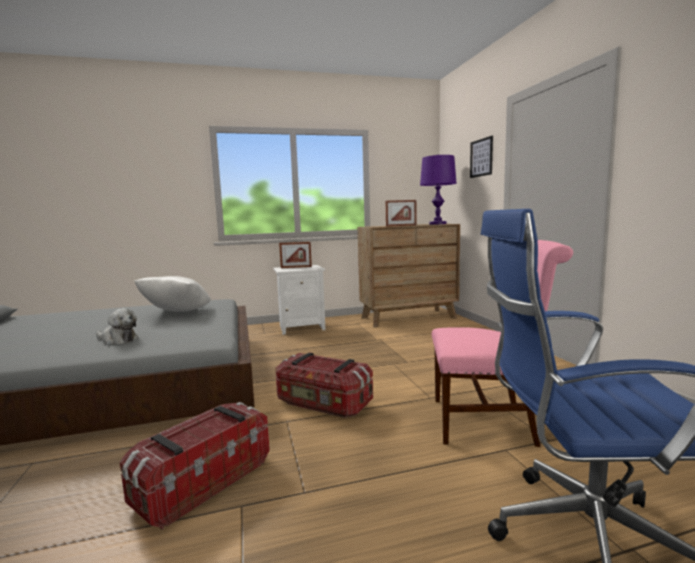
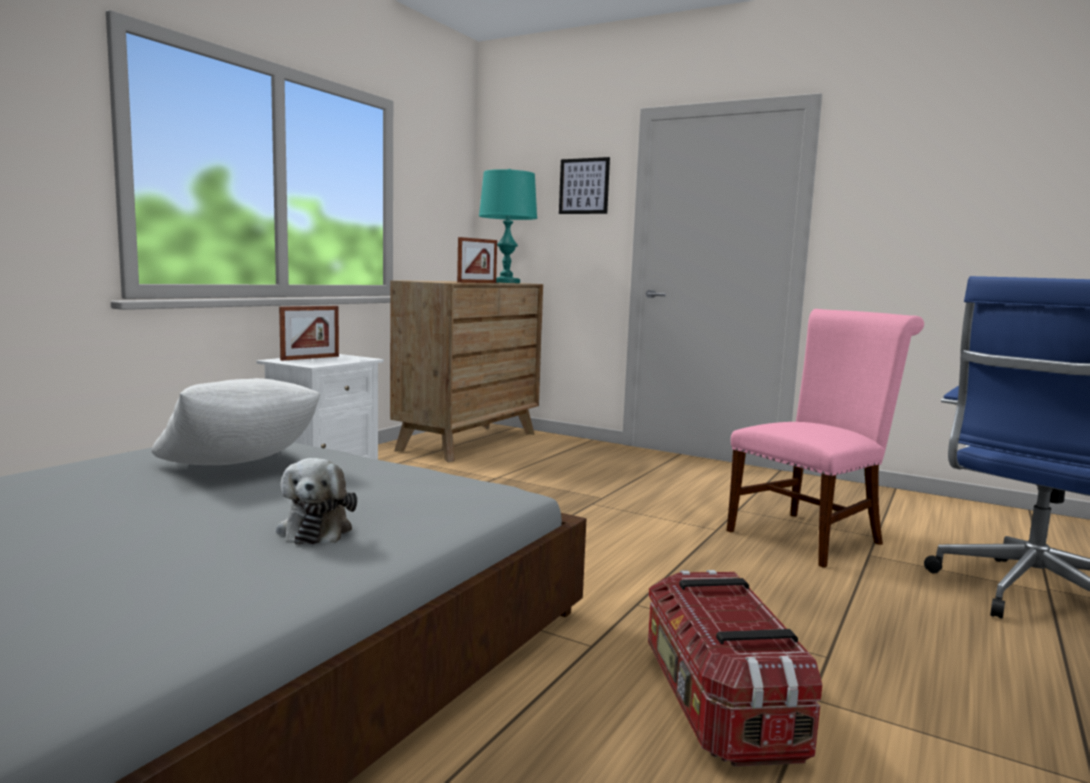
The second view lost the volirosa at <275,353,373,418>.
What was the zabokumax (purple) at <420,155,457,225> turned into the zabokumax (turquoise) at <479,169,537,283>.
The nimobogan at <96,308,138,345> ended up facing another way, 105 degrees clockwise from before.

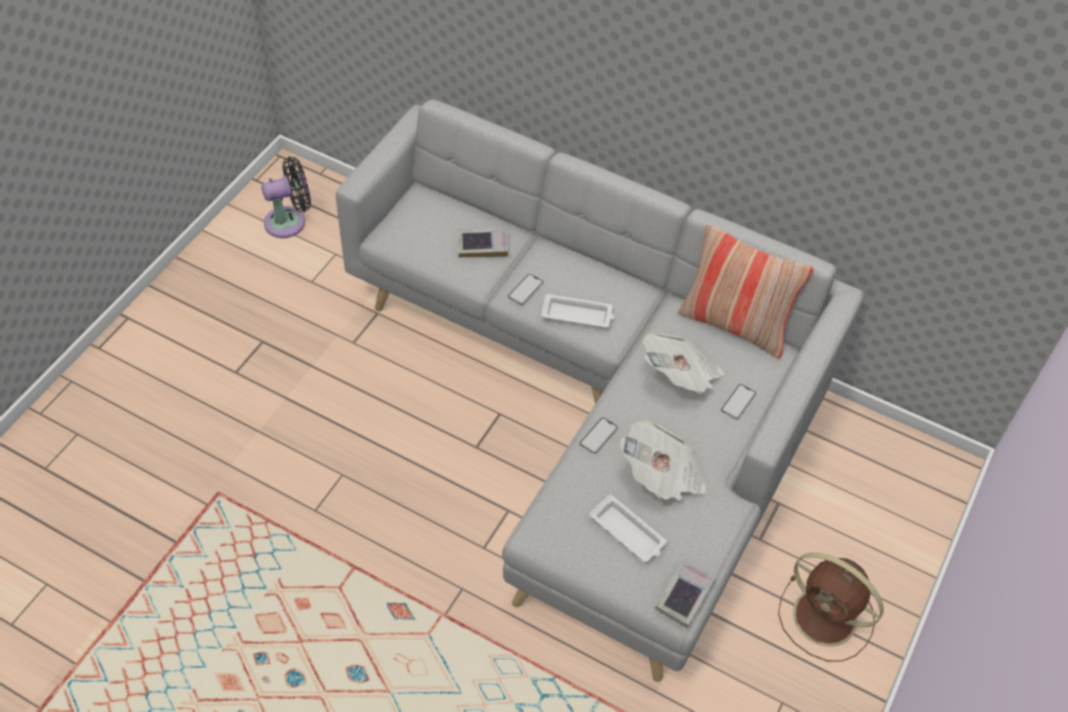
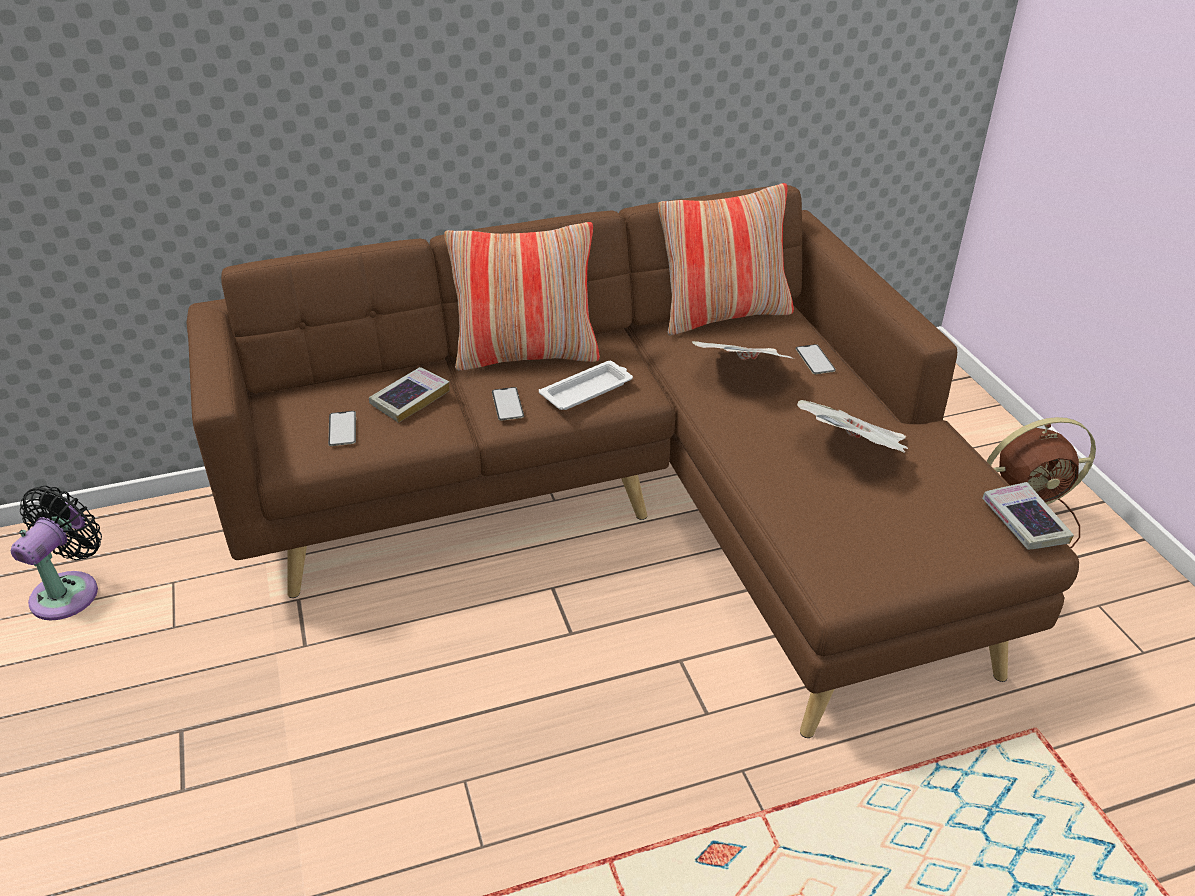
The second view lost the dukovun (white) at <589,494,666,562>.
The second view gained the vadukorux at <444,222,600,371>.
The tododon ended up elsewhere, having gone from <580,417,618,454> to <328,411,356,446>.
What was the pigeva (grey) at <336,99,863,682> turned into the pigeva (brown) at <187,185,1079,738>.

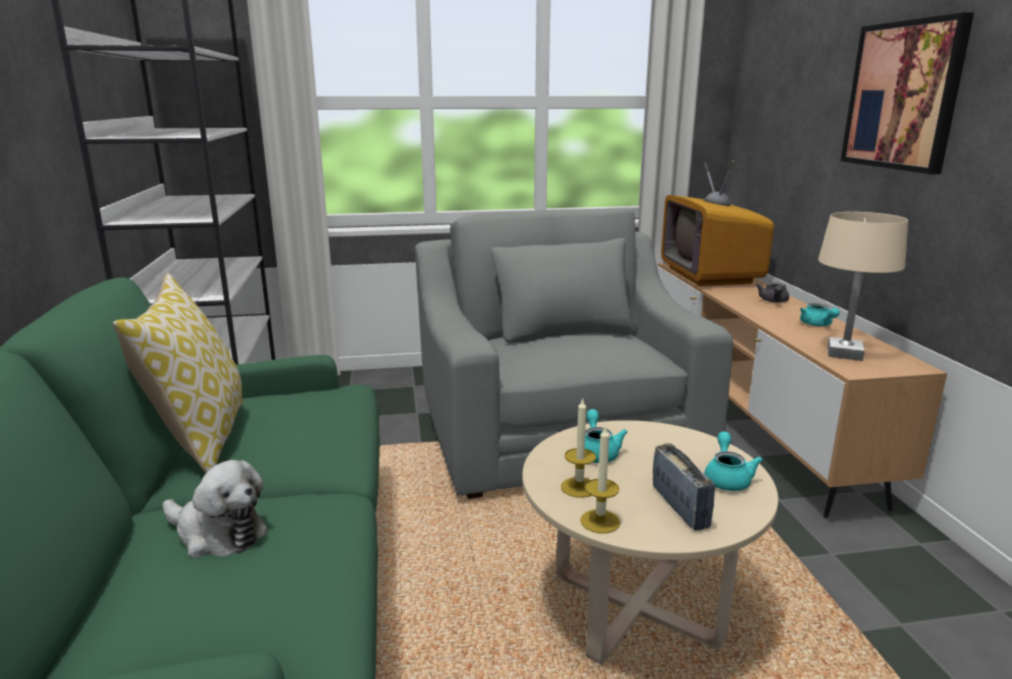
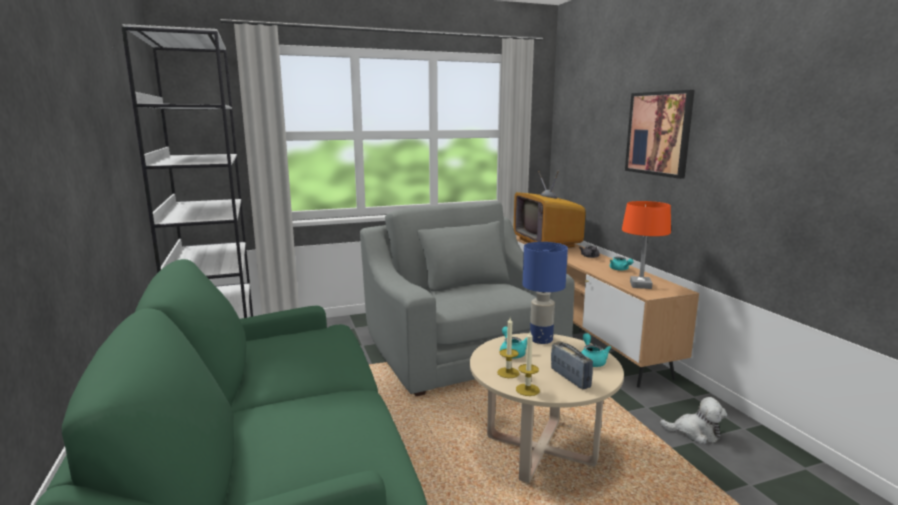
The second view lost the vadukorux at <113,273,243,473>.
The second view gained the zabokumax (blue) at <522,242,568,344>.
The nimobogan ended up elsewhere, having gone from <163,460,268,558> to <660,397,727,444>.
What was the zabokumax (beige) at <818,212,908,361> turned into the zabokumax (orange) at <622,201,671,289>.

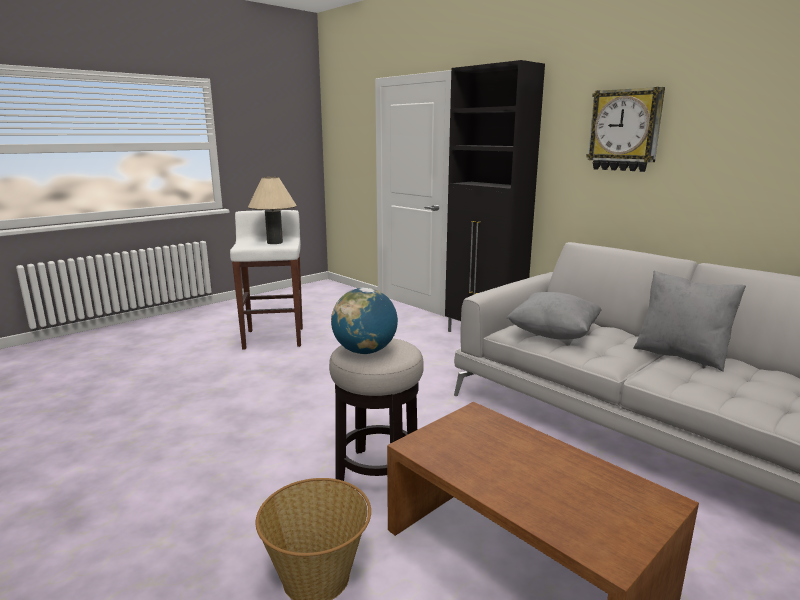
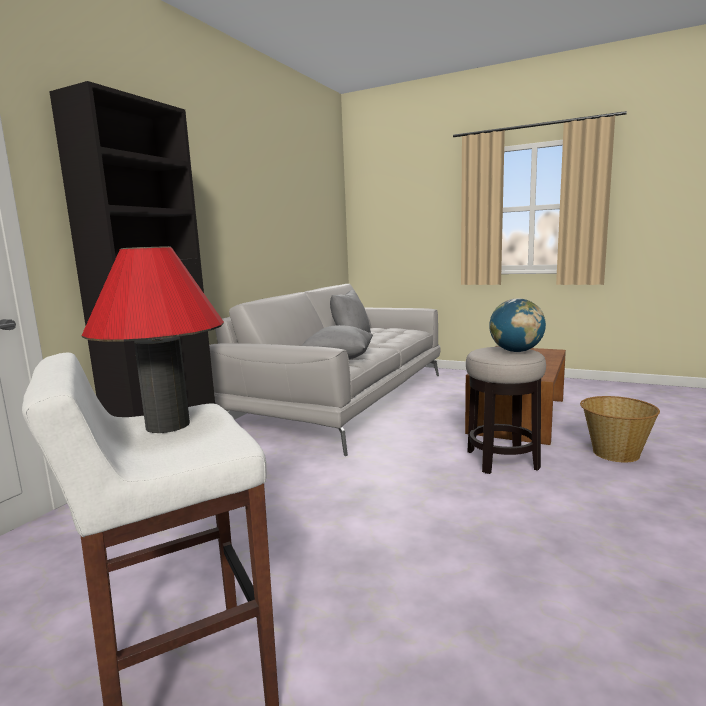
The second view lost the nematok at <586,87,665,172>.
What was the zabokumax (beige) at <248,177,297,244> turned into the zabokumax (red) at <82,246,224,433>.

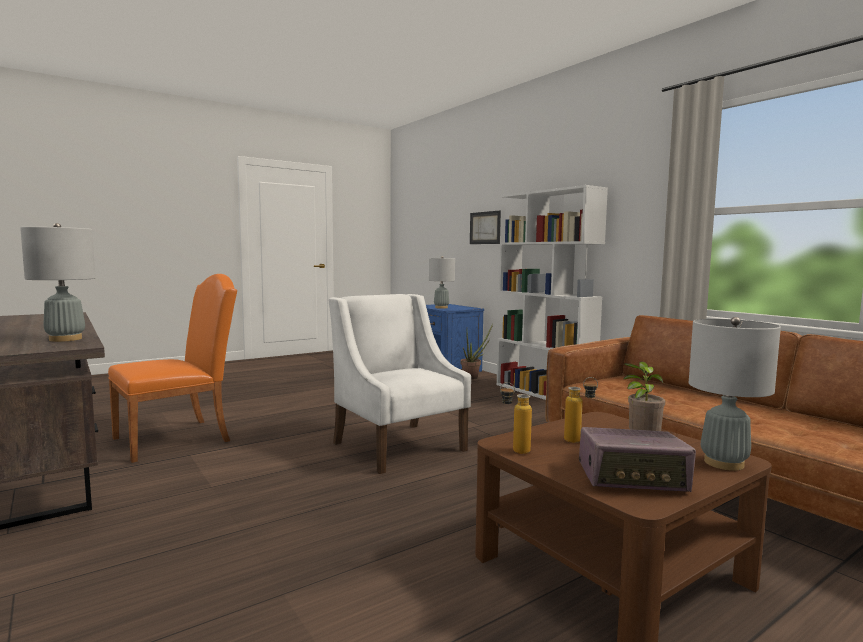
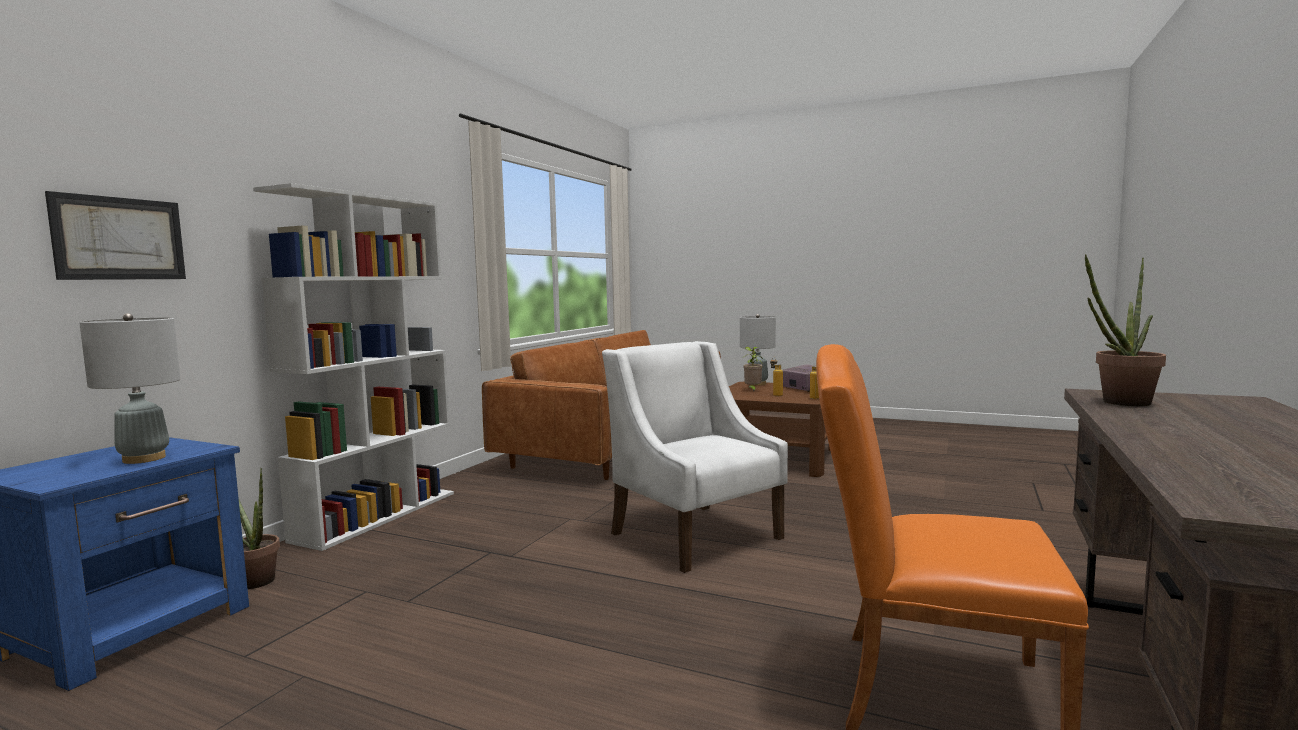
Where the zabokumax (grey) stood at <20,223,95,342>, the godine came to stand at <1085,254,1166,406>.
The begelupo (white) at <328,294,471,474> ended up facing another way, 120 degrees clockwise from before.

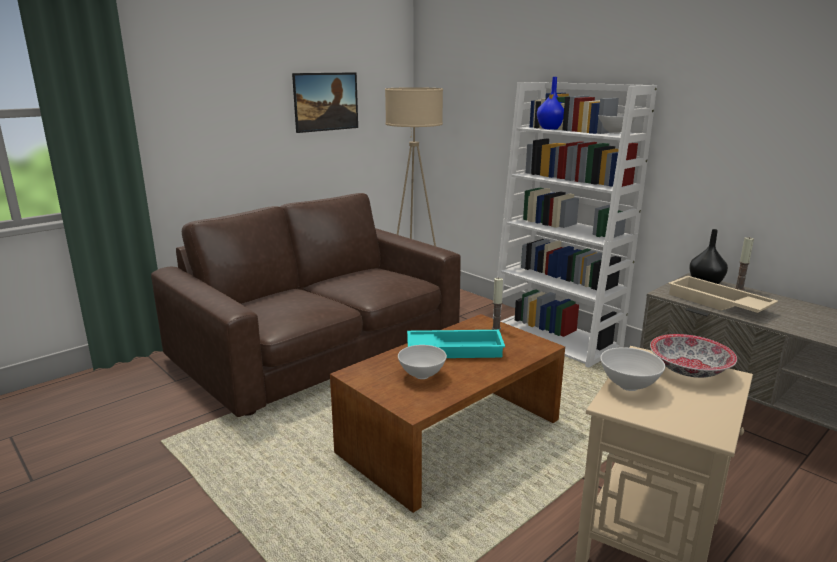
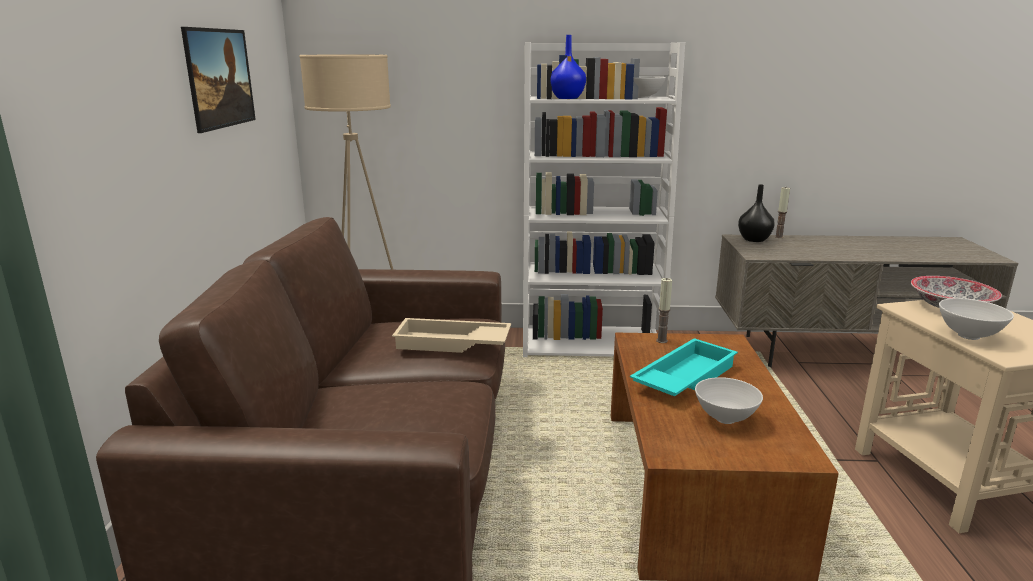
The dukovun (beige) ended up elsewhere, having gone from <668,276,778,313> to <392,318,511,353>.

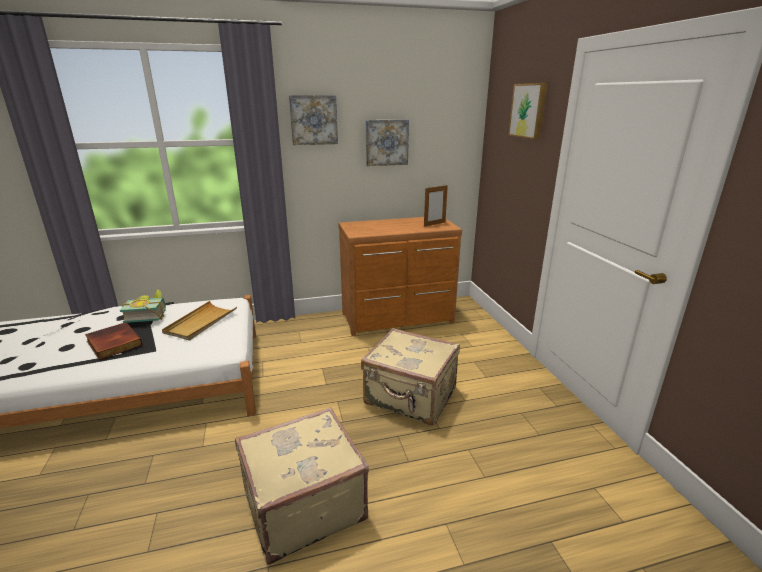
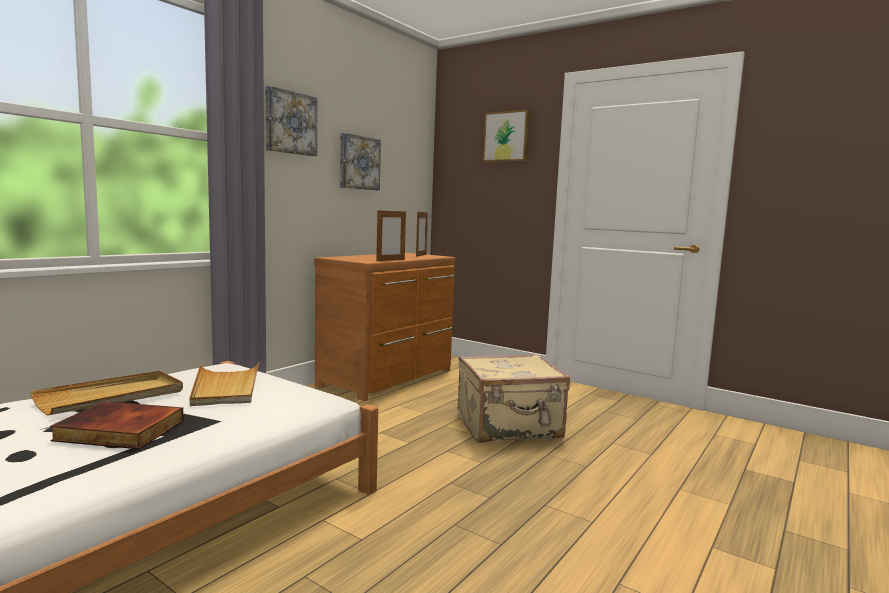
The second view lost the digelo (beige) at <235,407,369,565>.
The second view gained the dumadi at <376,210,406,261>.
Where the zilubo stood at <120,289,166,323>, the dukovun (beige) came to stand at <31,371,183,416>.

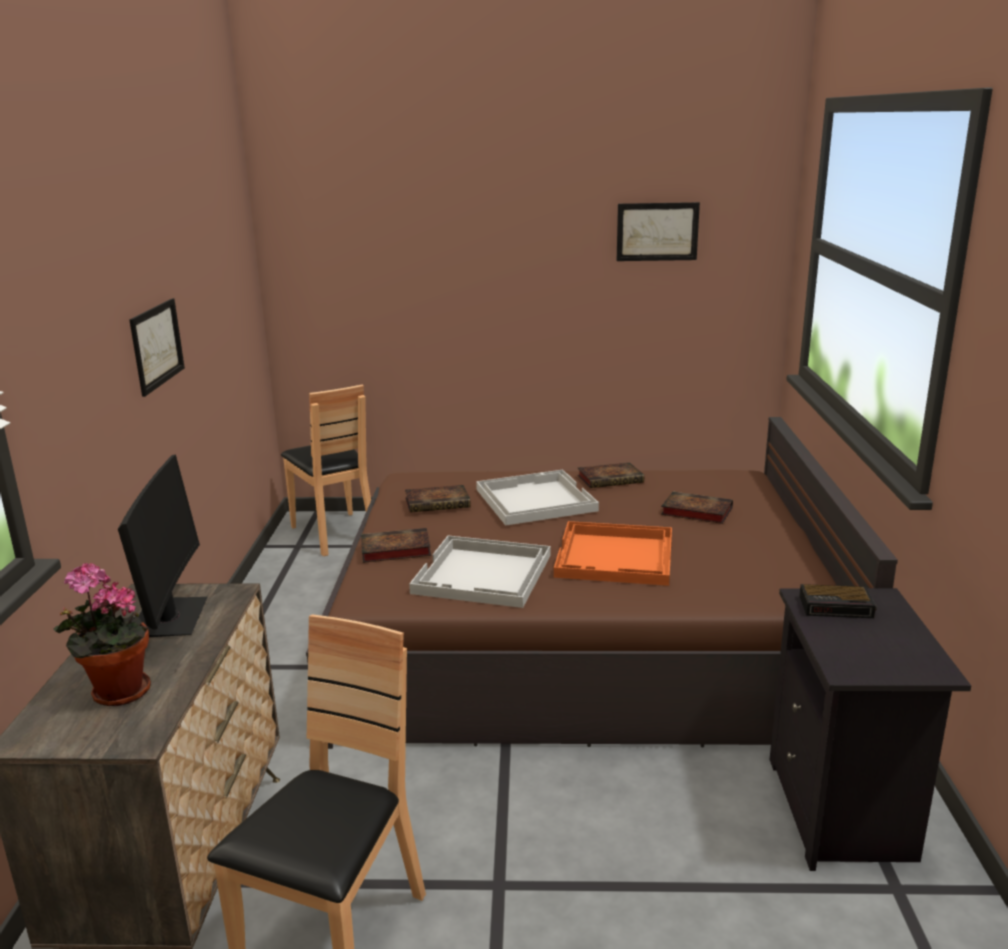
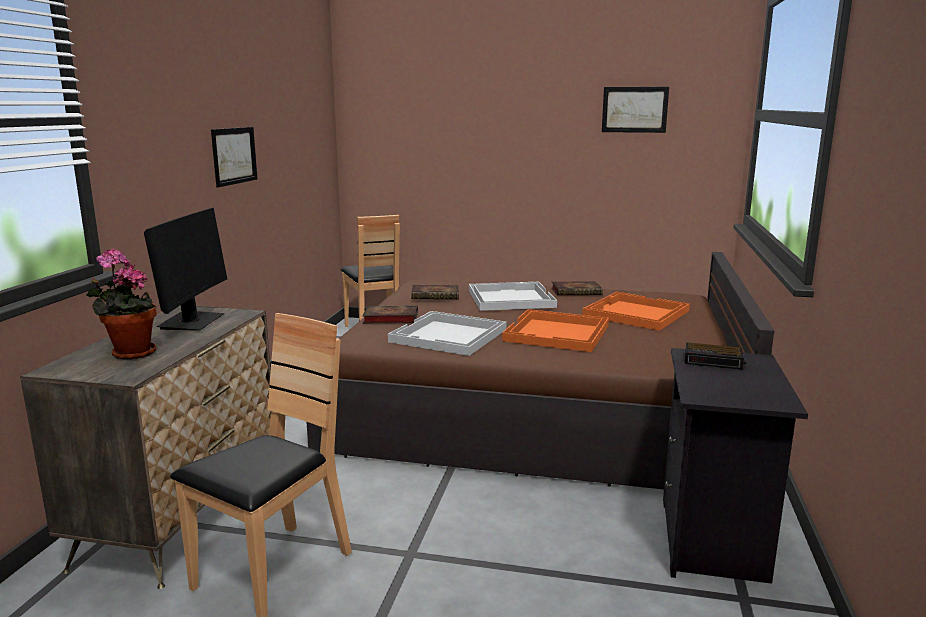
Where the zilubo stood at <661,492,733,524>, the dukovun (orange) came to stand at <582,292,690,331>.

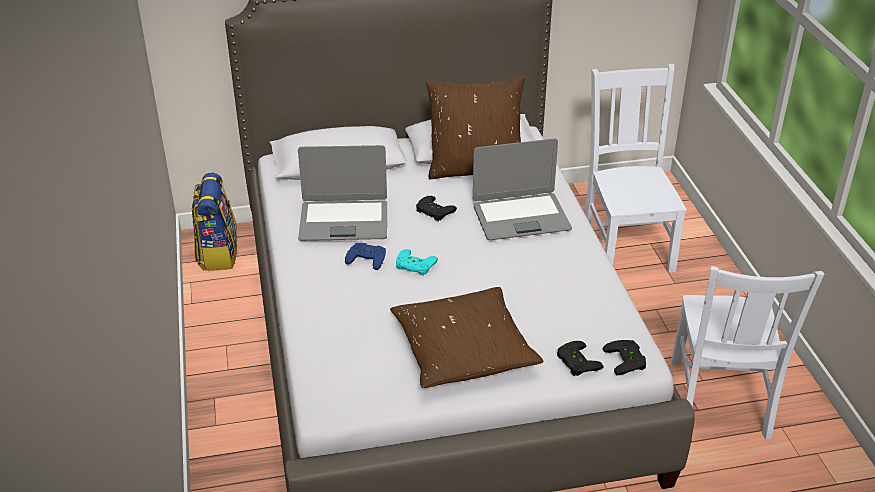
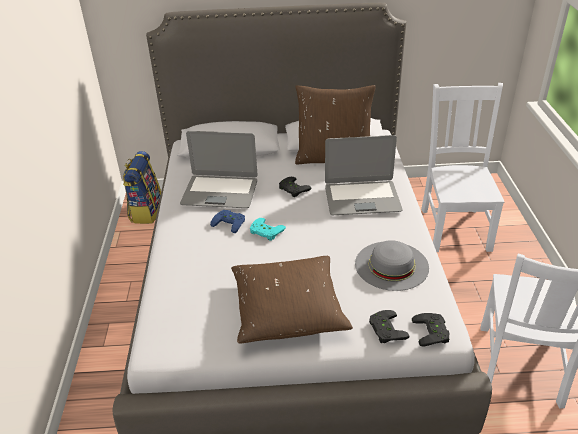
The second view gained the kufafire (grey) at <355,240,429,291>.

